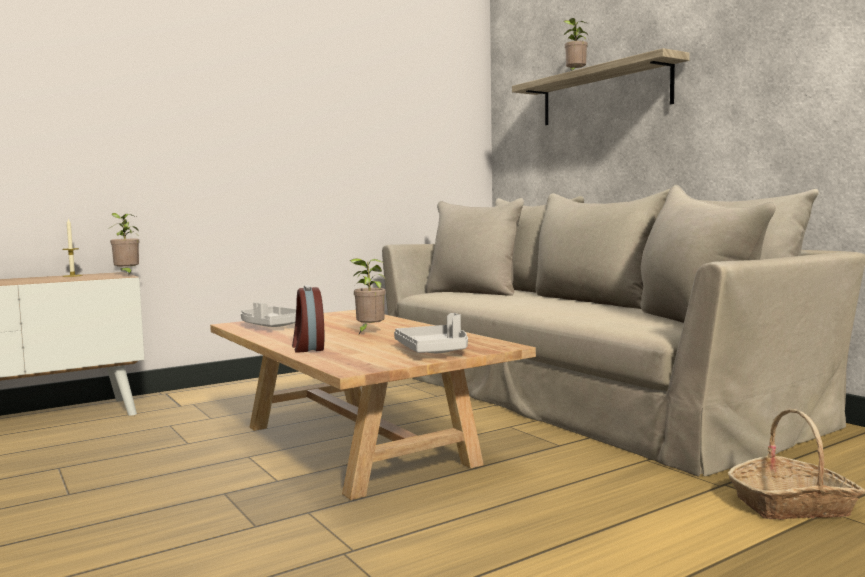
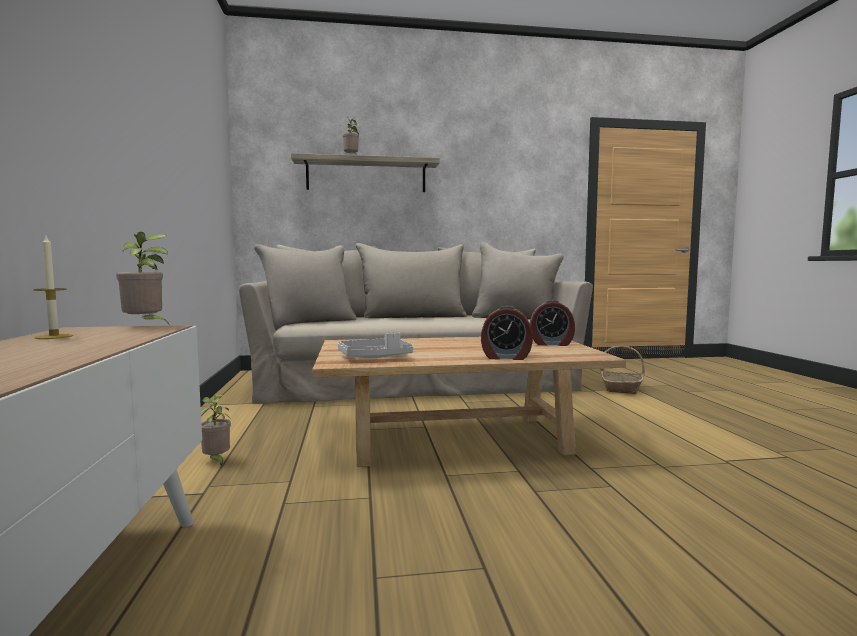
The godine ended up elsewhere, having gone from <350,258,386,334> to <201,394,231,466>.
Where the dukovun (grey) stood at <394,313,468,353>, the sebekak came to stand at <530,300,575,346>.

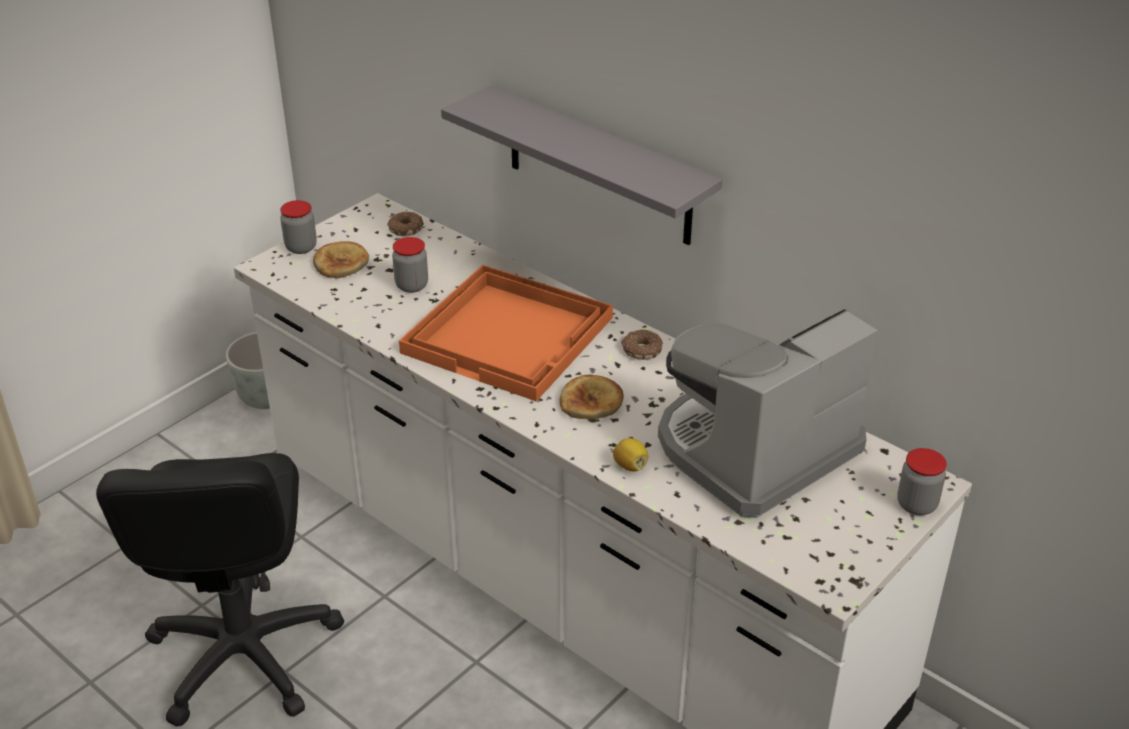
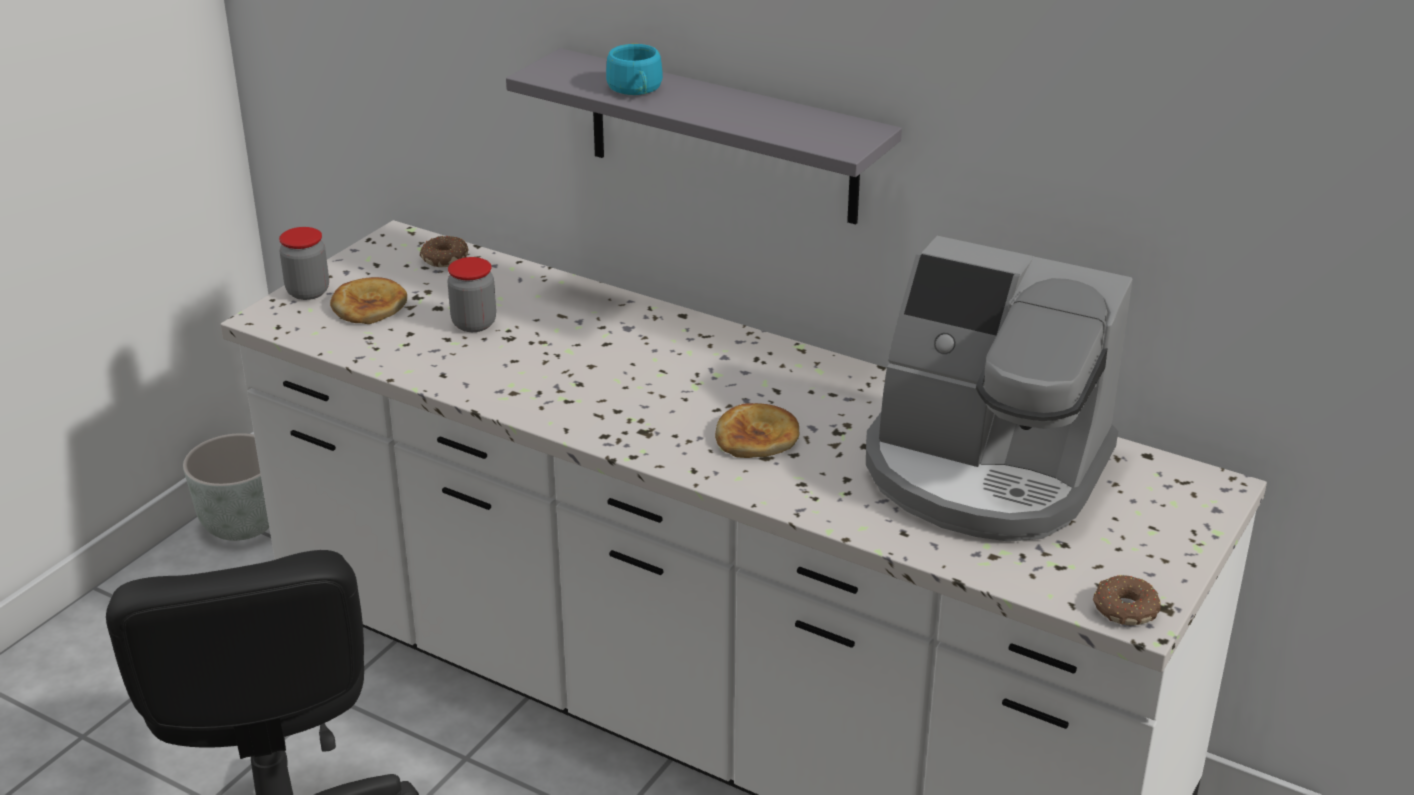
The second view lost the dukovun (orange) at <399,265,613,401>.
The second view lost the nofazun at <613,438,648,471>.
The second view lost the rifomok at <897,448,947,515>.
The second view gained the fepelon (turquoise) at <606,44,663,95>.
The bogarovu ended up elsewhere, having gone from <621,329,663,360> to <1093,575,1161,626>.
The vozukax at <658,308,878,518> ended up facing another way, 105 degrees counterclockwise from before.

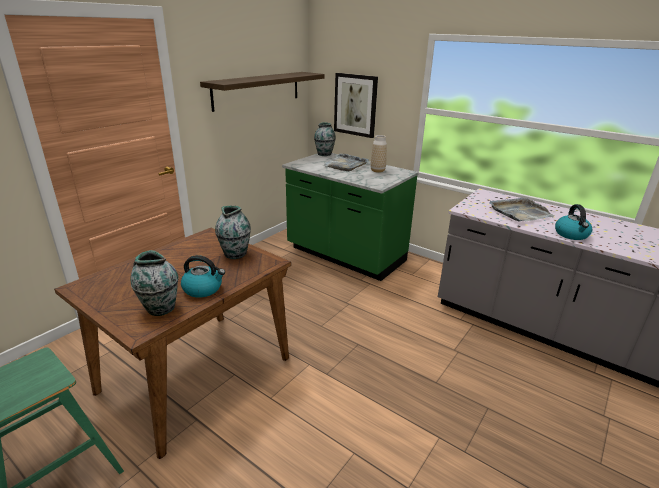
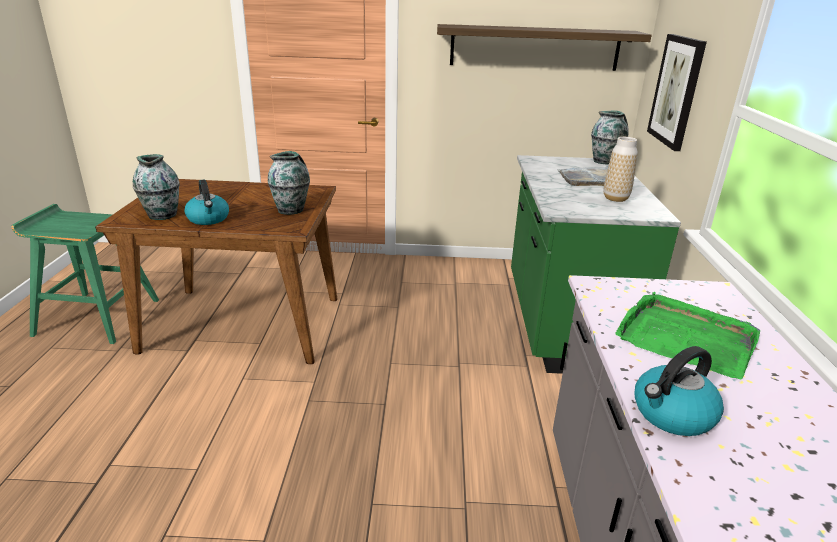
What was the dukovun (grey) at <489,198,555,222> turned into the dukovun (green) at <615,292,760,380>.

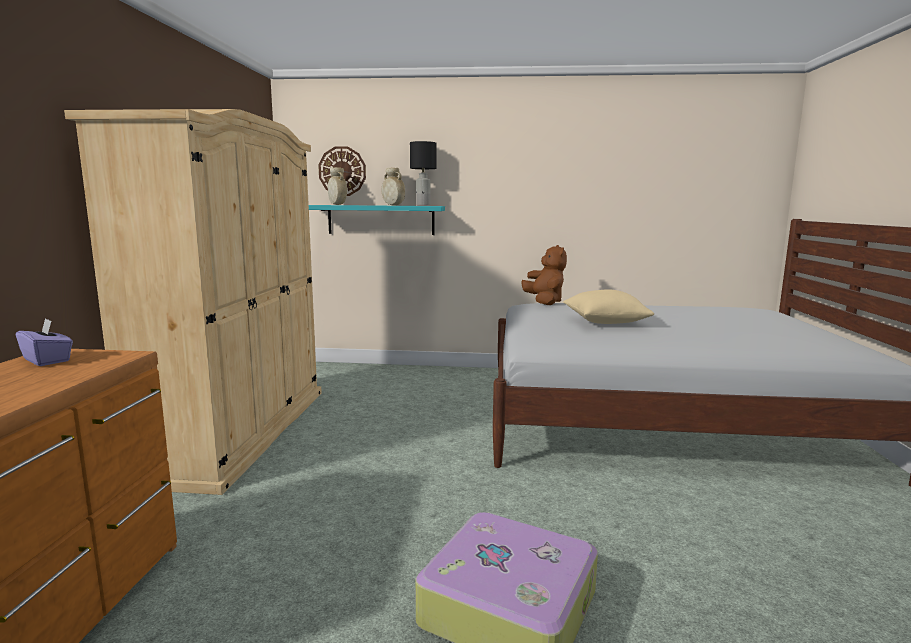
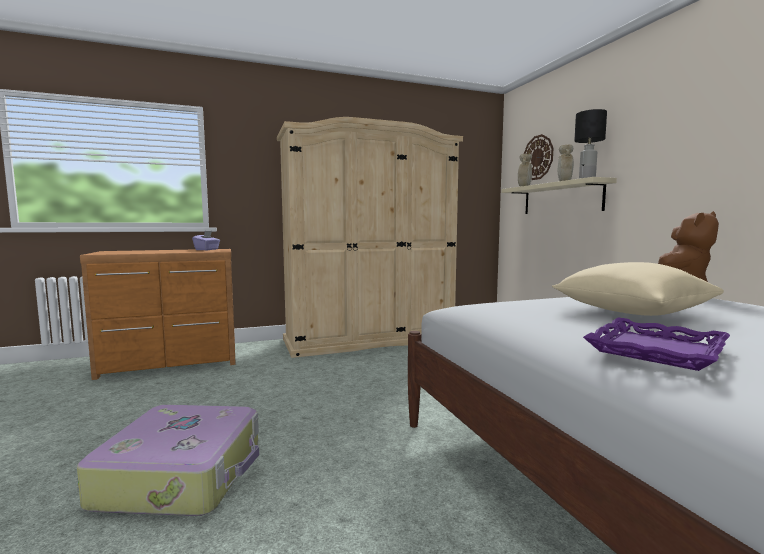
The second view gained the dukovun (purple) at <583,317,730,371>.
What was the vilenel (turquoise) at <309,205,445,235> turned into the vilenel (beige) at <502,177,617,214>.

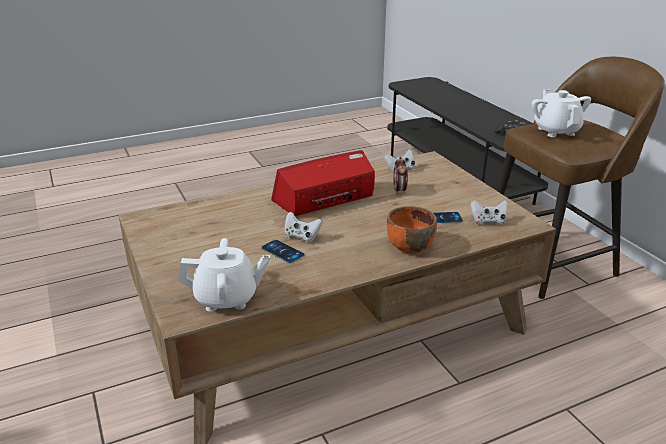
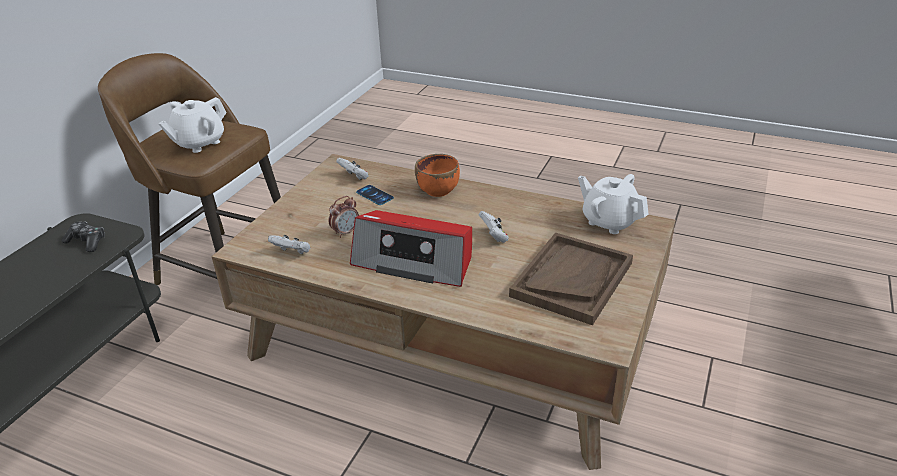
The second view lost the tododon at <261,240,305,263>.
The second view gained the dukovun (brown) at <509,233,633,325>.

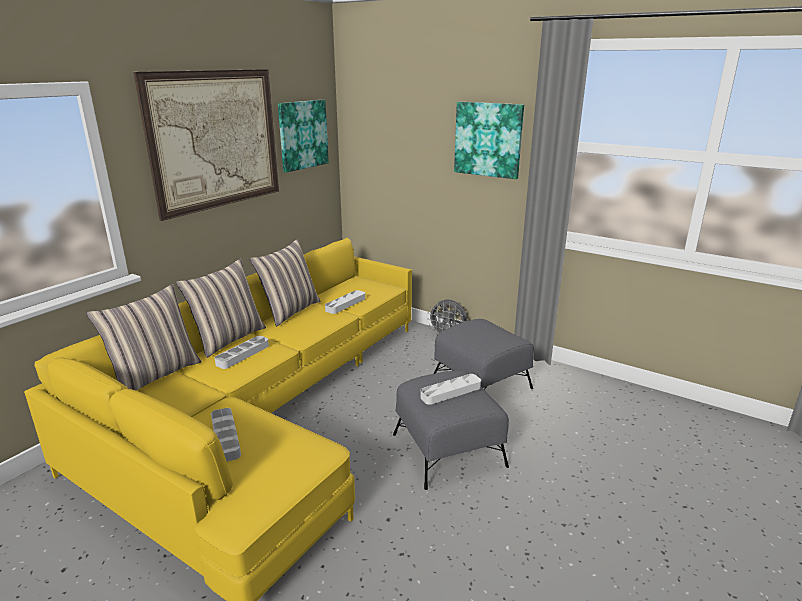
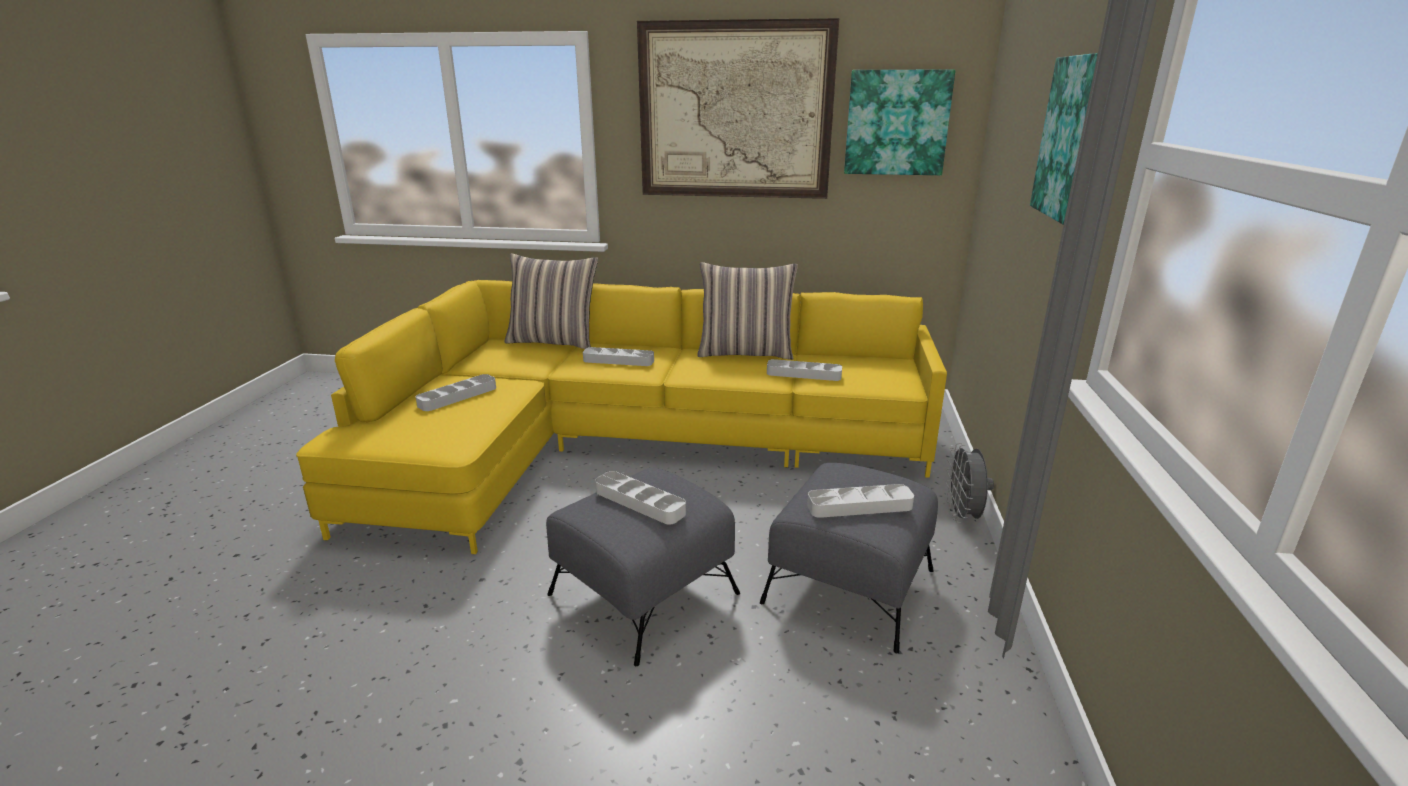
The second view lost the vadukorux at <176,259,266,358>.
The second view gained the dukovun (grey) at <807,484,914,518>.

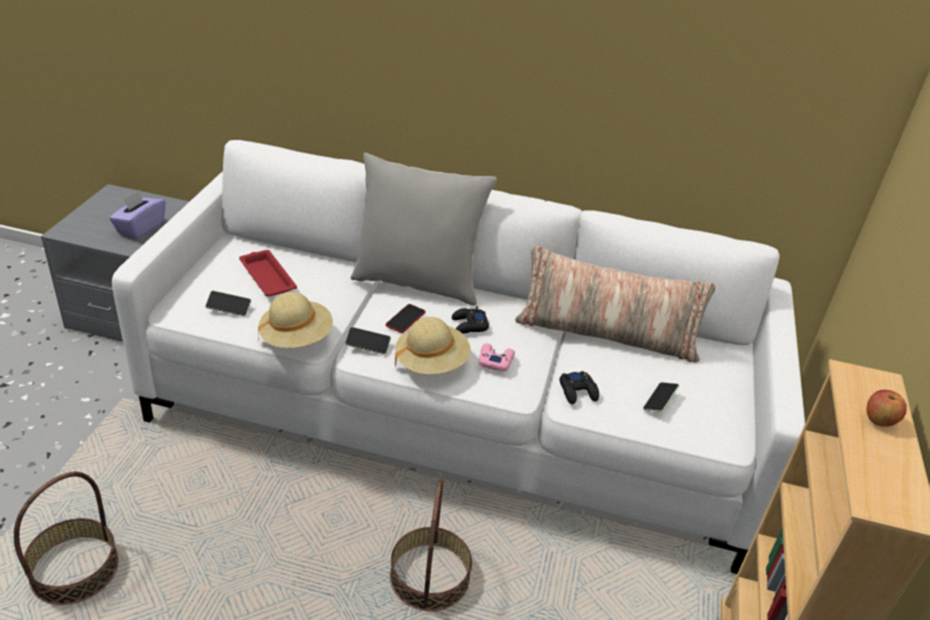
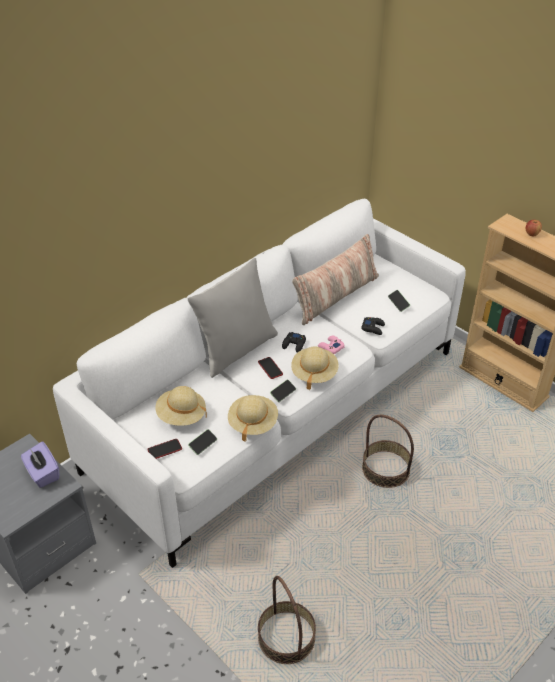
The second view gained the tododon at <147,439,182,459>.
Where the dukovun (red) stood at <239,250,297,296>, the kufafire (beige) came to stand at <155,386,207,426>.

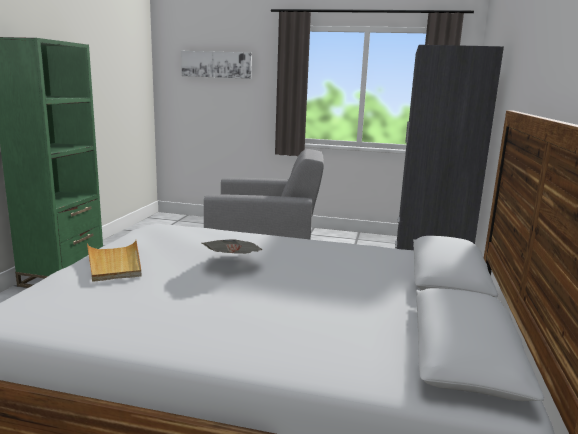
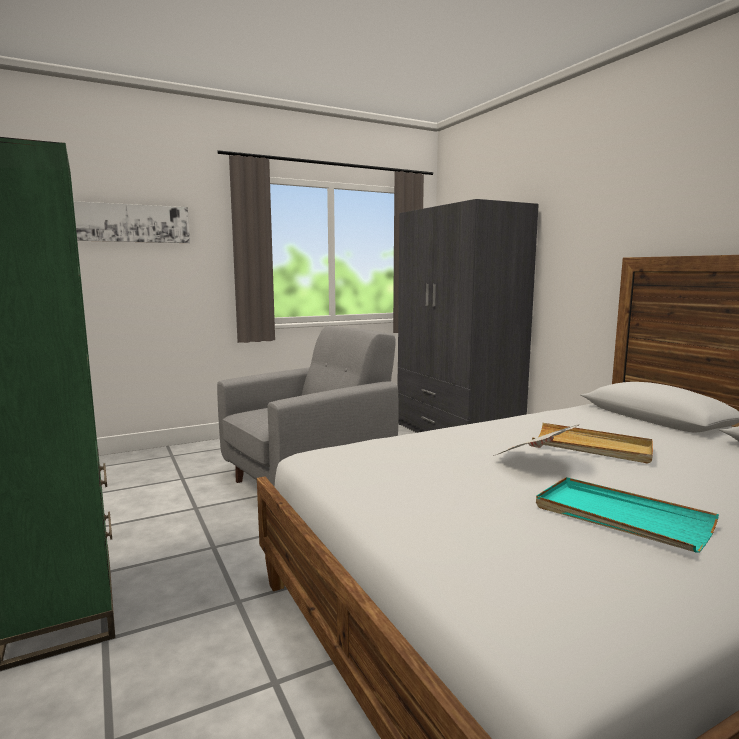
The second view gained the dukovun (turquoise) at <536,477,719,553>.
The dukovun (beige) ended up elsewhere, having gone from <87,240,141,282> to <532,423,653,464>.

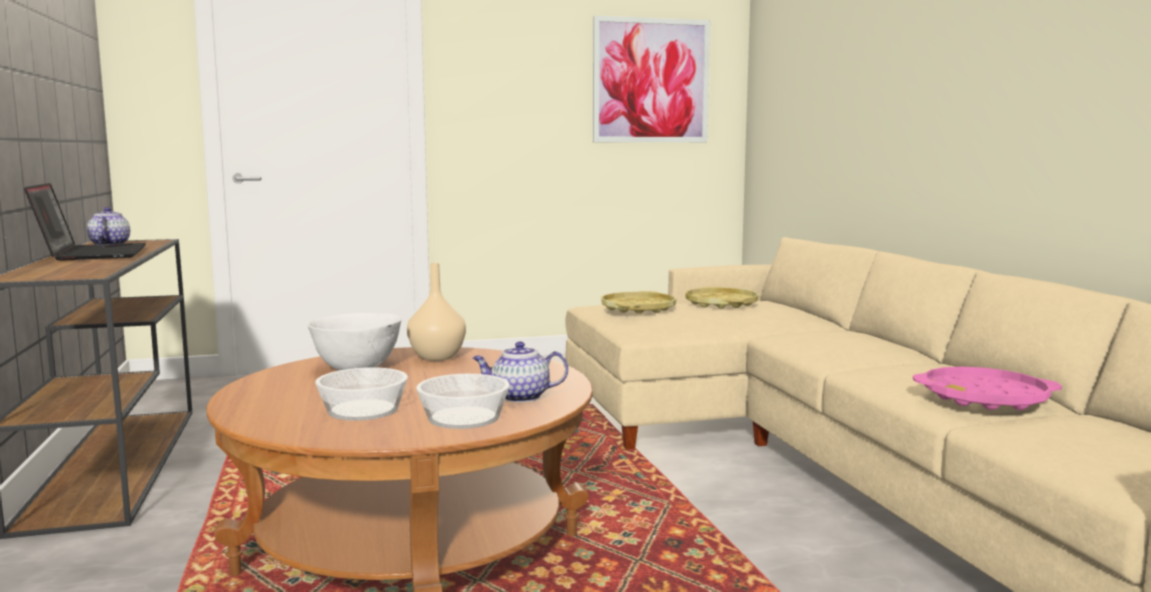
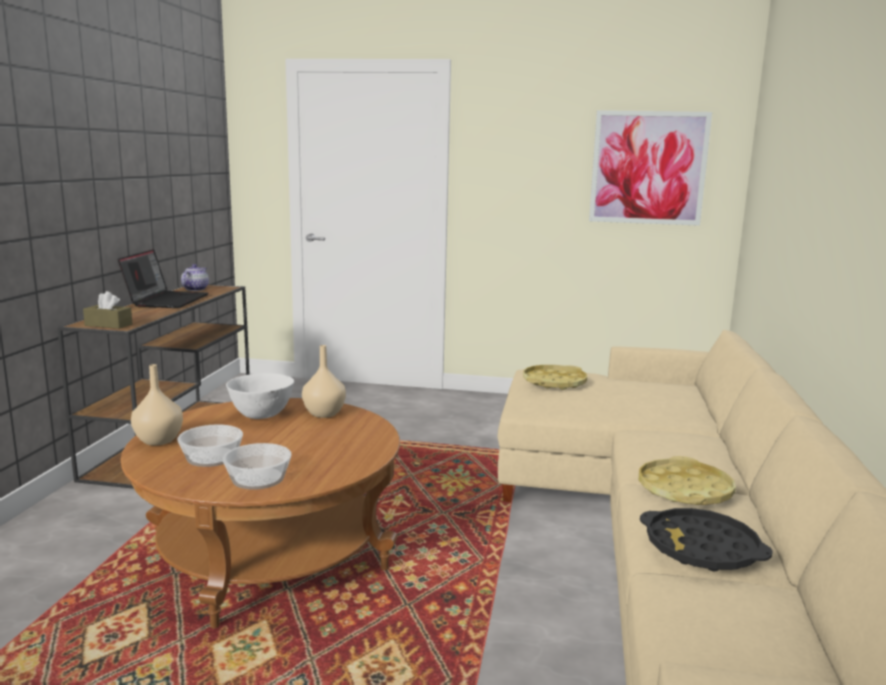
The second view lost the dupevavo at <473,342,568,402>.
The second view gained the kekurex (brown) at <83,291,132,329>.
The second view gained the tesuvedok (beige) at <131,364,183,446>.
The dukovun (yellow) ended up elsewhere, having gone from <686,287,759,309> to <639,456,736,505>.
What was the dukovun (pink) at <913,367,1062,410> turned into the dukovun (black) at <640,508,773,571>.

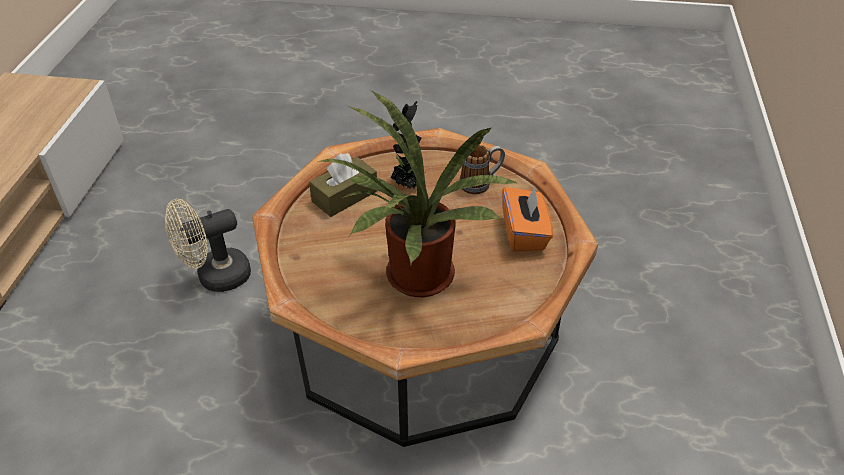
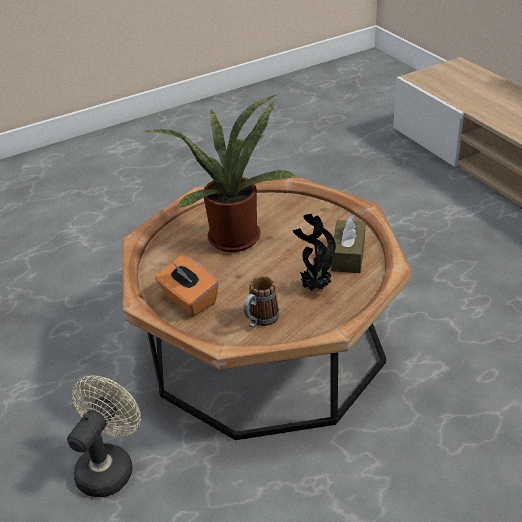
The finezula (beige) ended up elsewhere, having gone from <165,199,251,292> to <67,375,141,497>.

